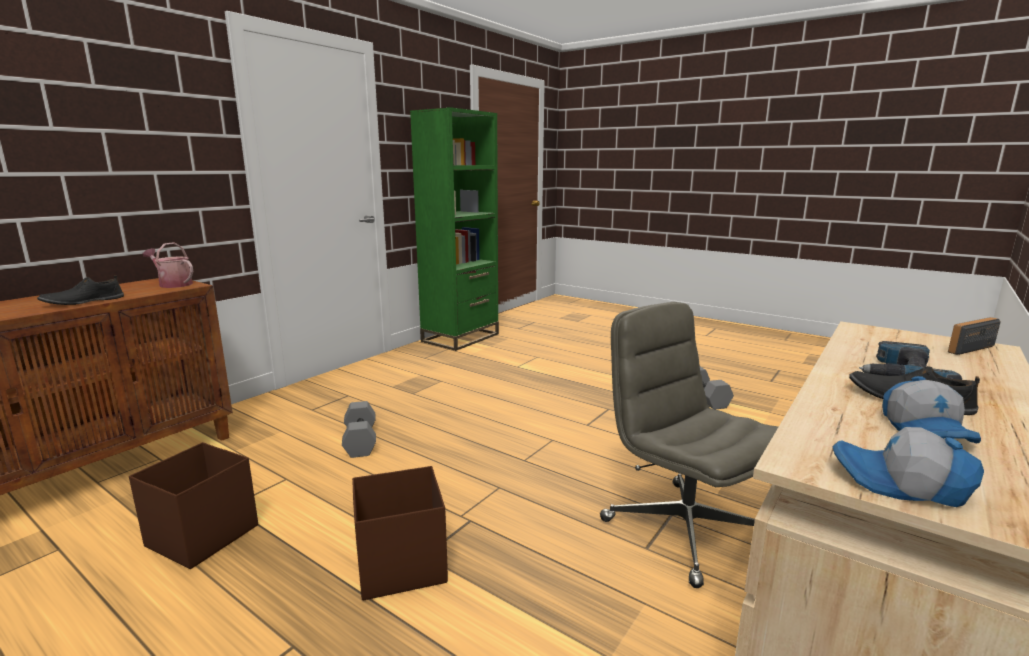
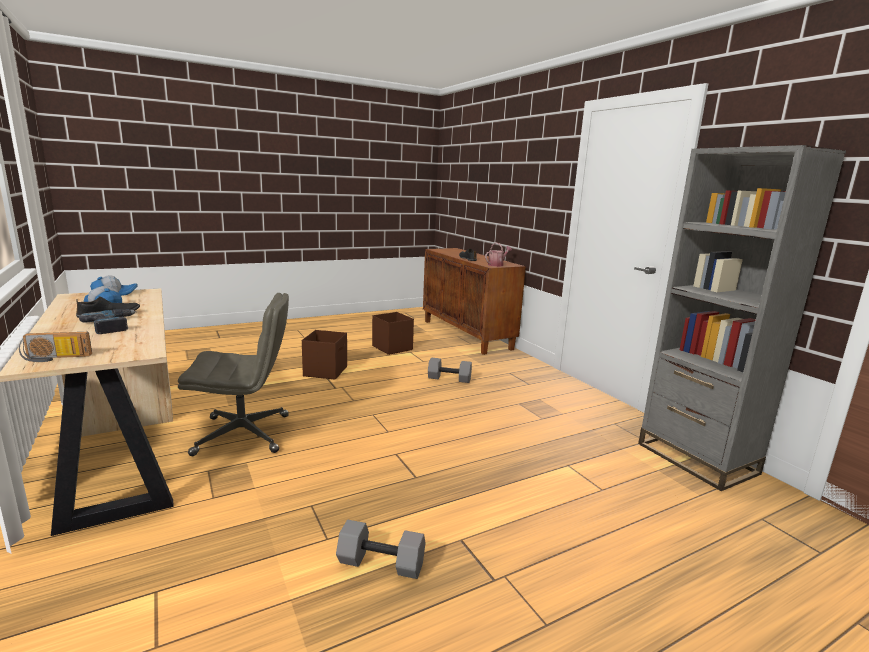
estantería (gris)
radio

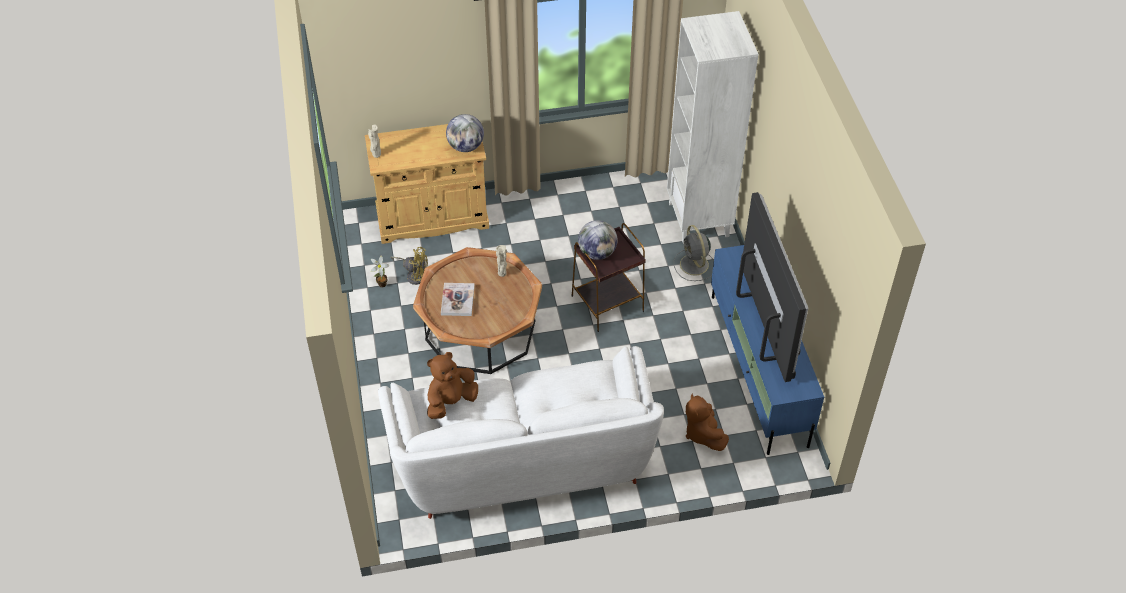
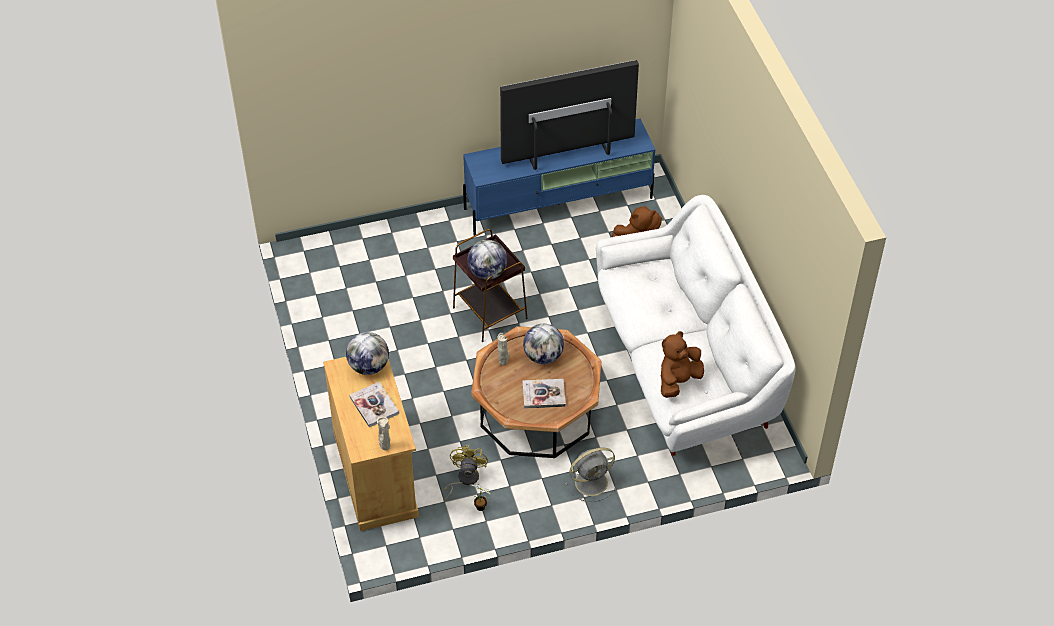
estantería (blanco)
libro (no. 1 from left)
globo terráqueo (no. 3 from left)
ventilador (gris)
peluche (marrón) (no. 2 from left)

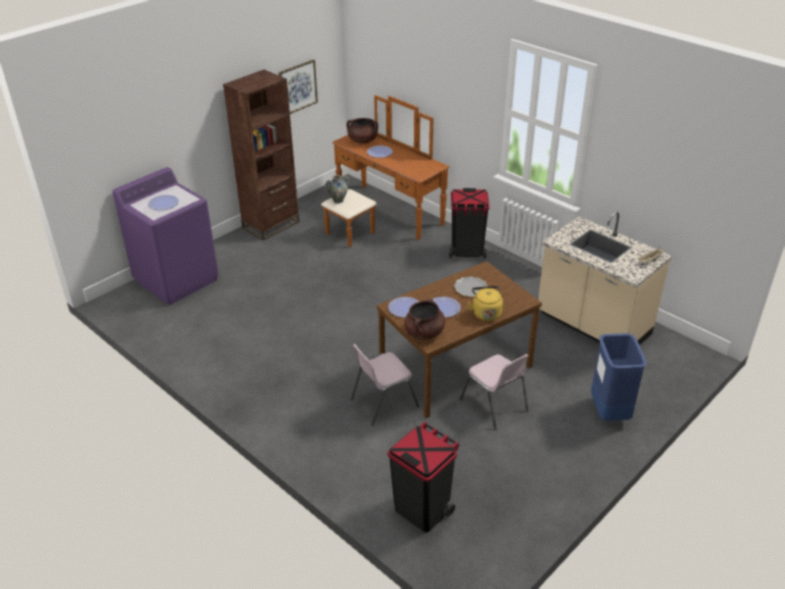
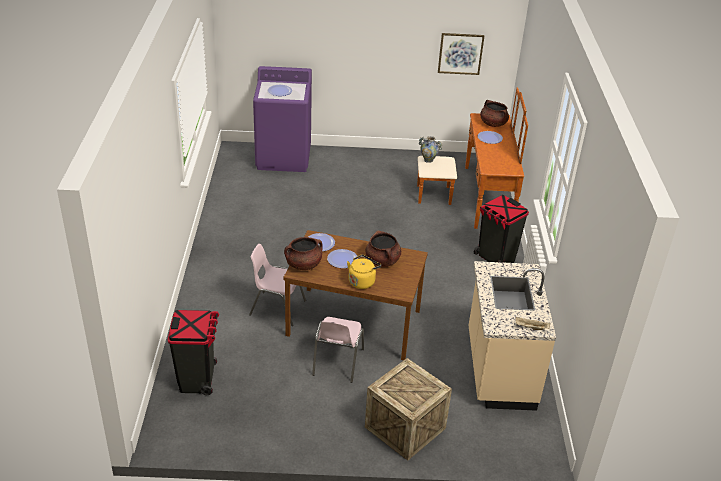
estantería (marrón)
olla (marrón) (no. 2 from left)
caja de embalaje

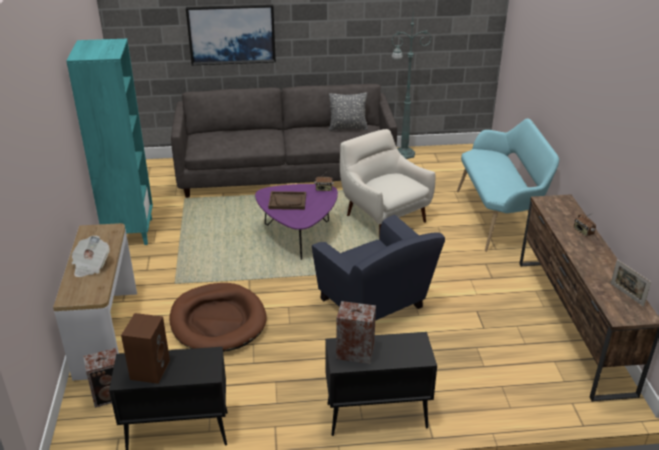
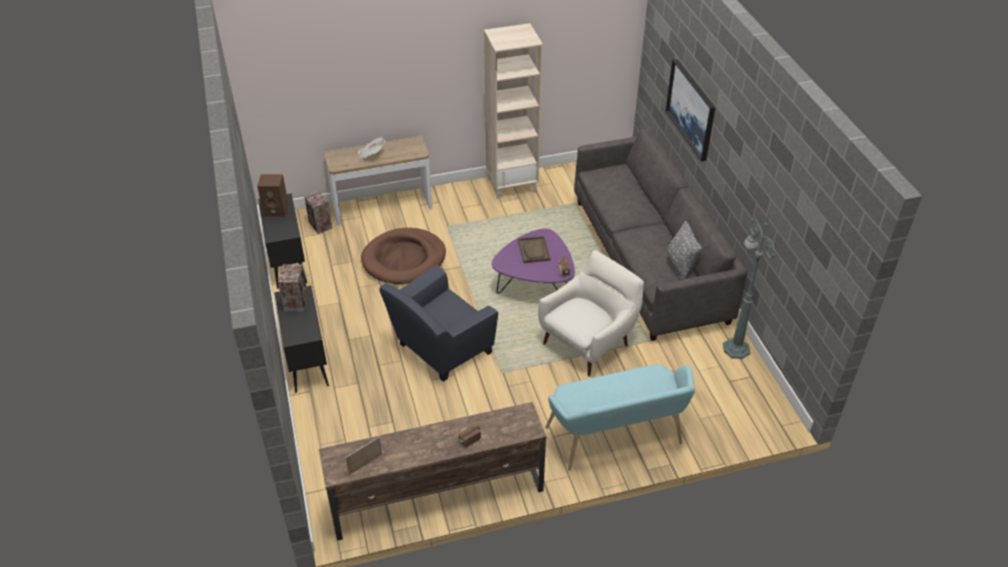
estantería (beis)

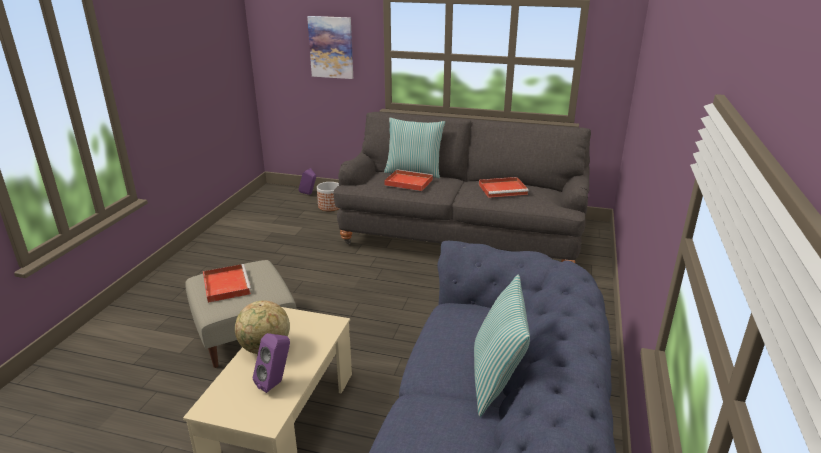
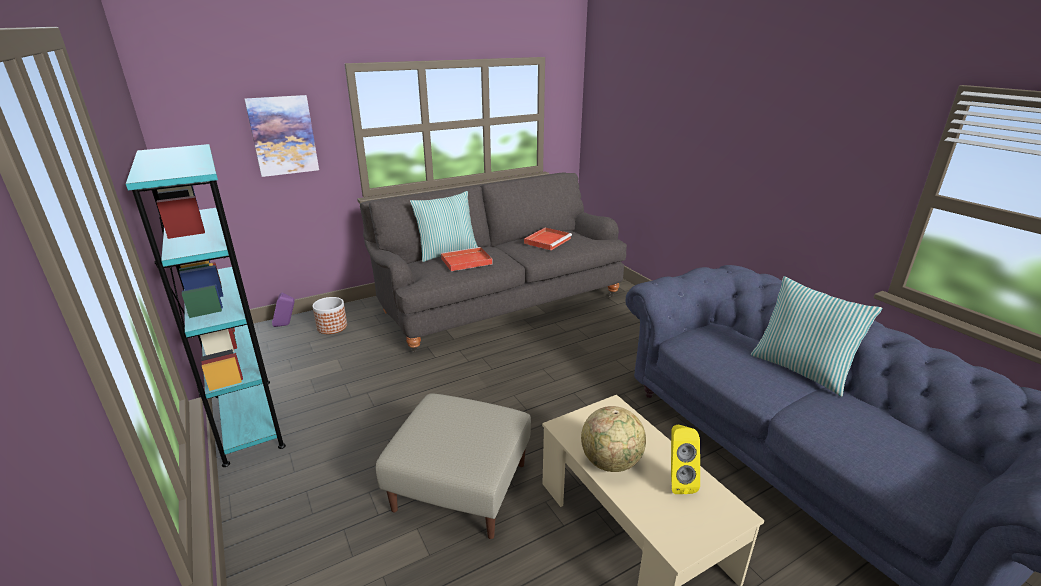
bandeja (rojo) (no. 1 from left in the first image)
estantería (turquesa)
altavoz (amarillo)

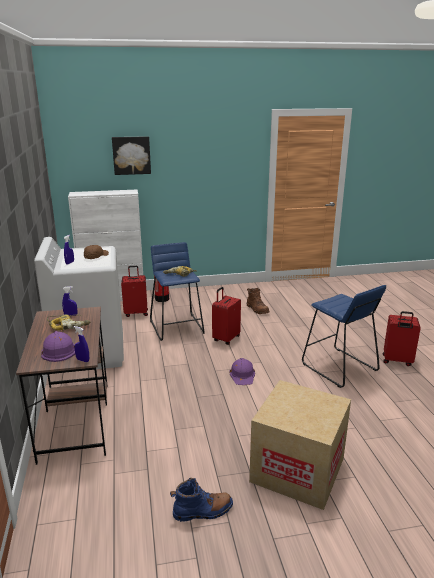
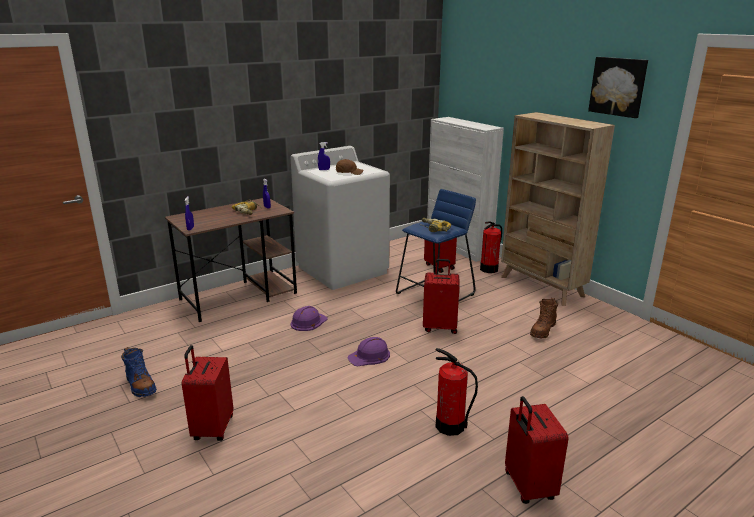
estantería (beis)
casco (morado) (no. 1 from left)
cuadro
maleta (rojo) (no. 1 from left)
extintor (no. 1 from left)

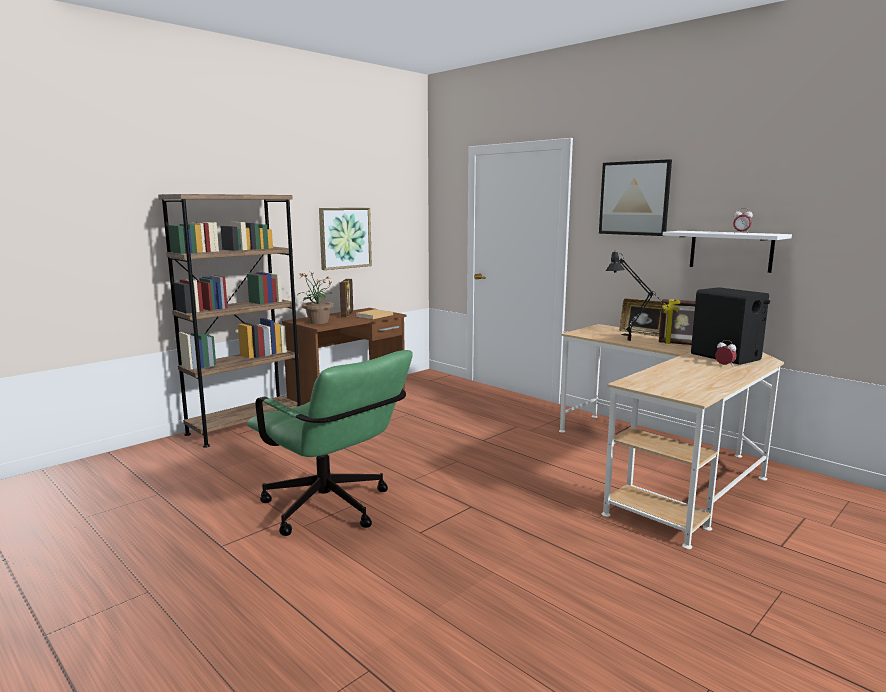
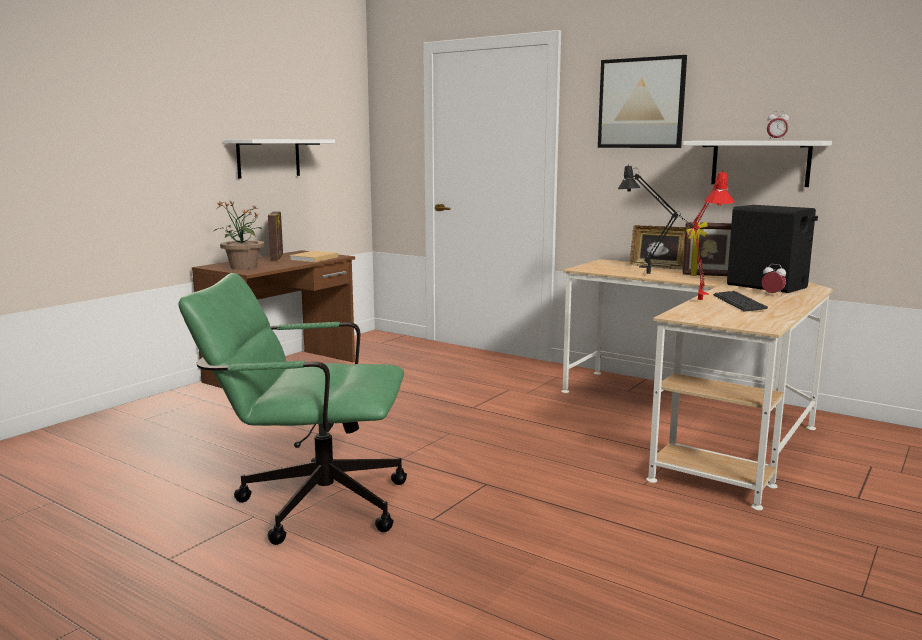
estantería (marrón)
lámpara de mesa (rojo)
teclado
estante (blanco) (no. 1 from left)
silla de oficina (verde)

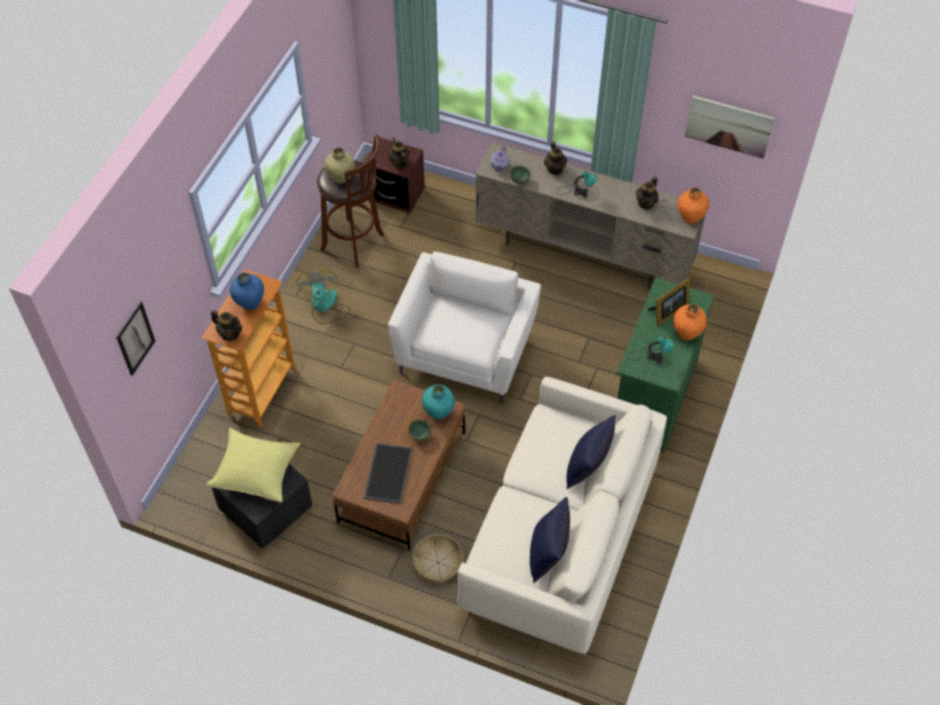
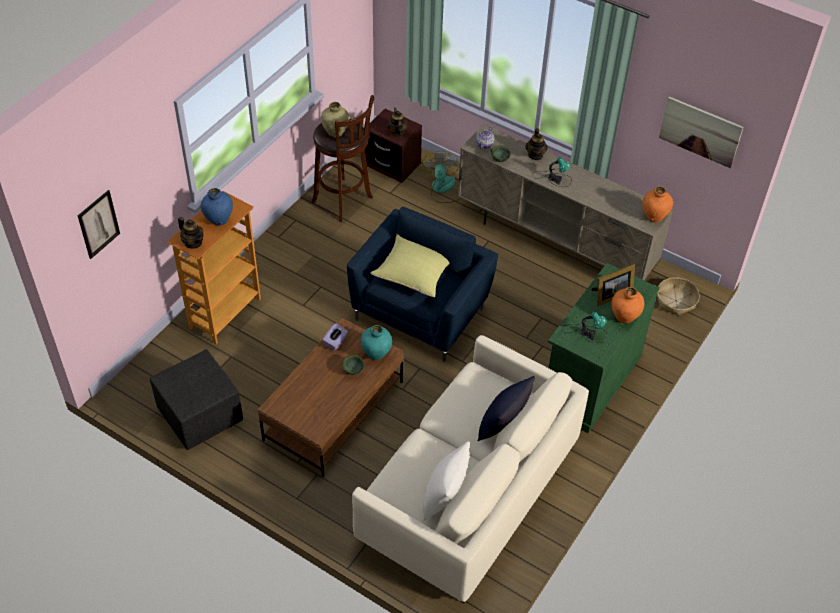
bandeja
tetera (no. 5 from left in the first image)
caja de pañuelos (morado)
cojín (amarillo)
ventilador
cesta
sillón (azul)
cojín (blanco)

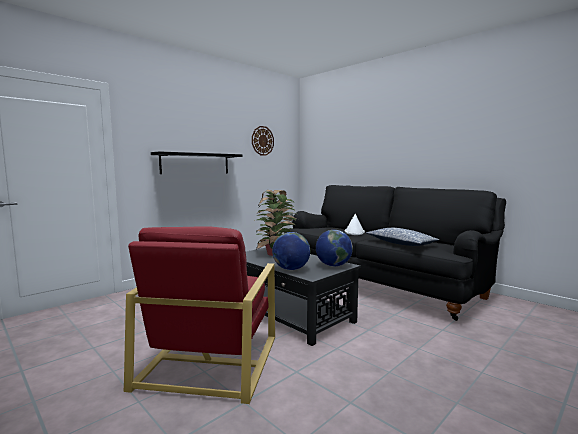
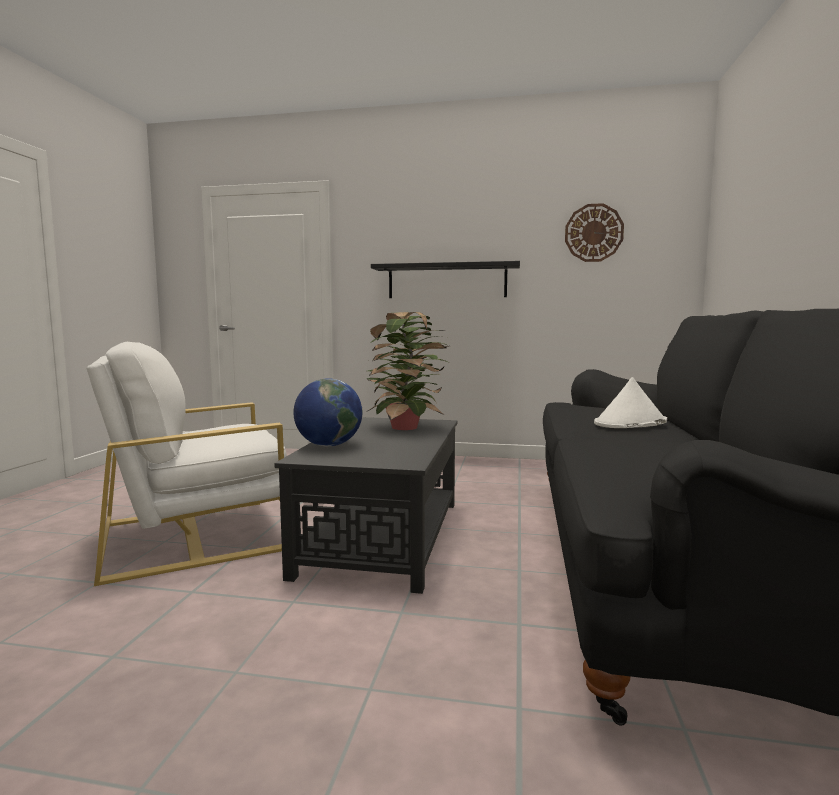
globo terráqueo (no. 2 from left in the first image)
cojín
sillón (blanco)

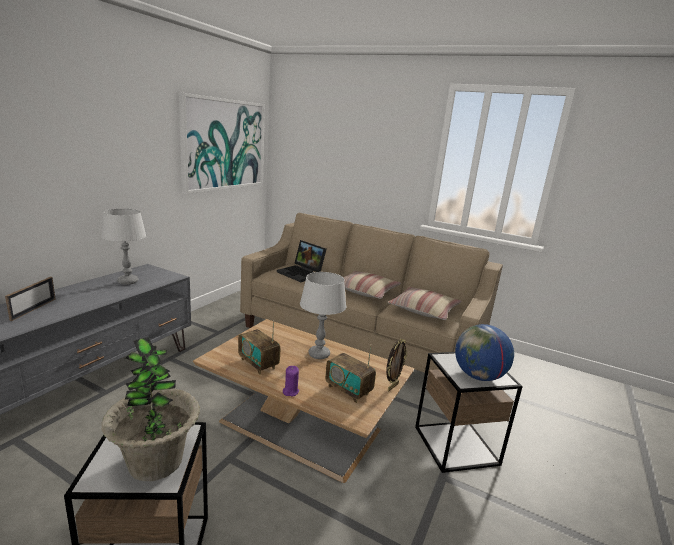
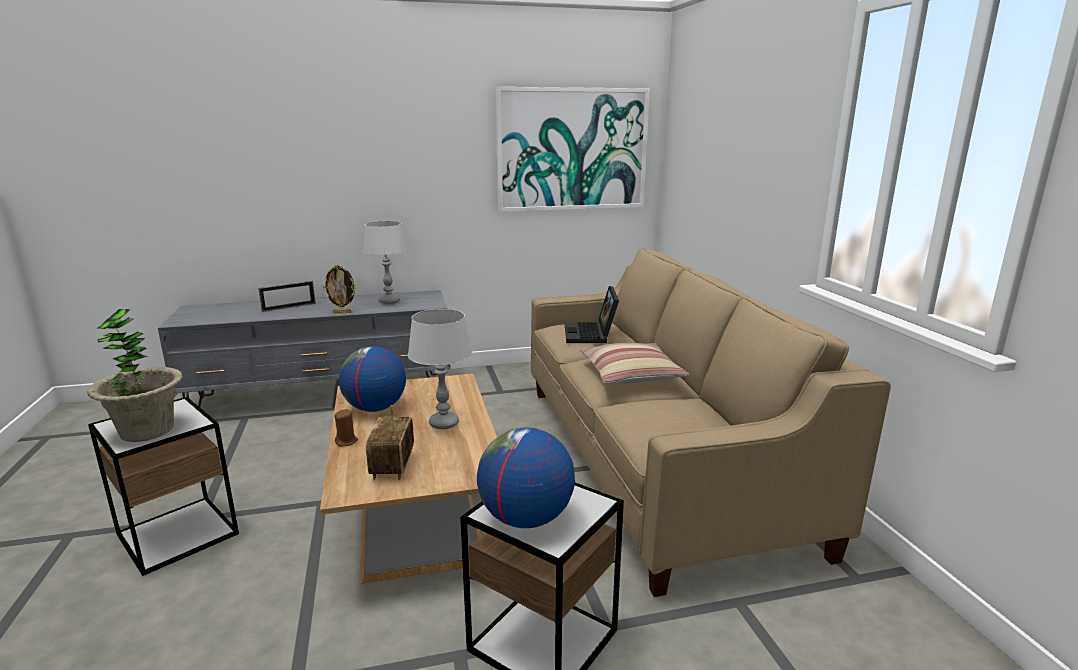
cojín (no. 2 from left in the first image)
portarretratos (no. 2 from left)
globo terráqueo (no. 1 from left)
vela (marrón)

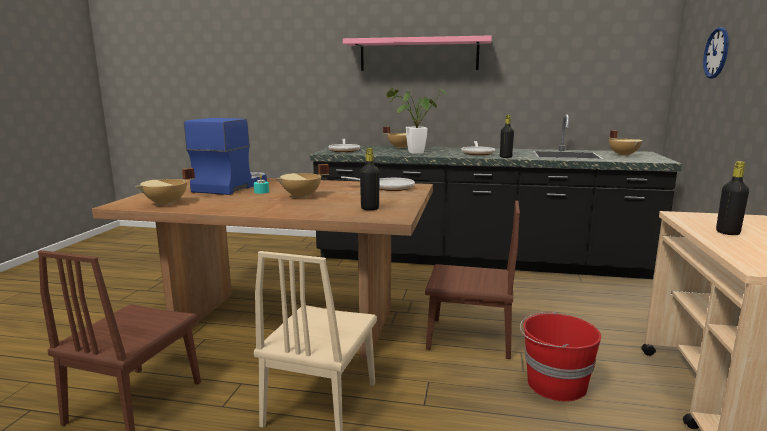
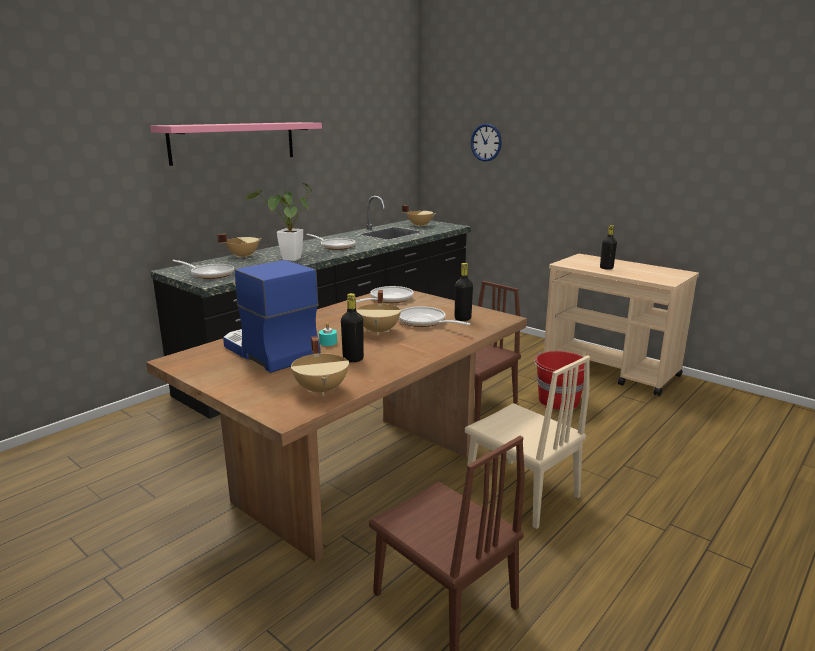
sartén (no. 4 from left)
botella (negro) (no. 1 from left)

